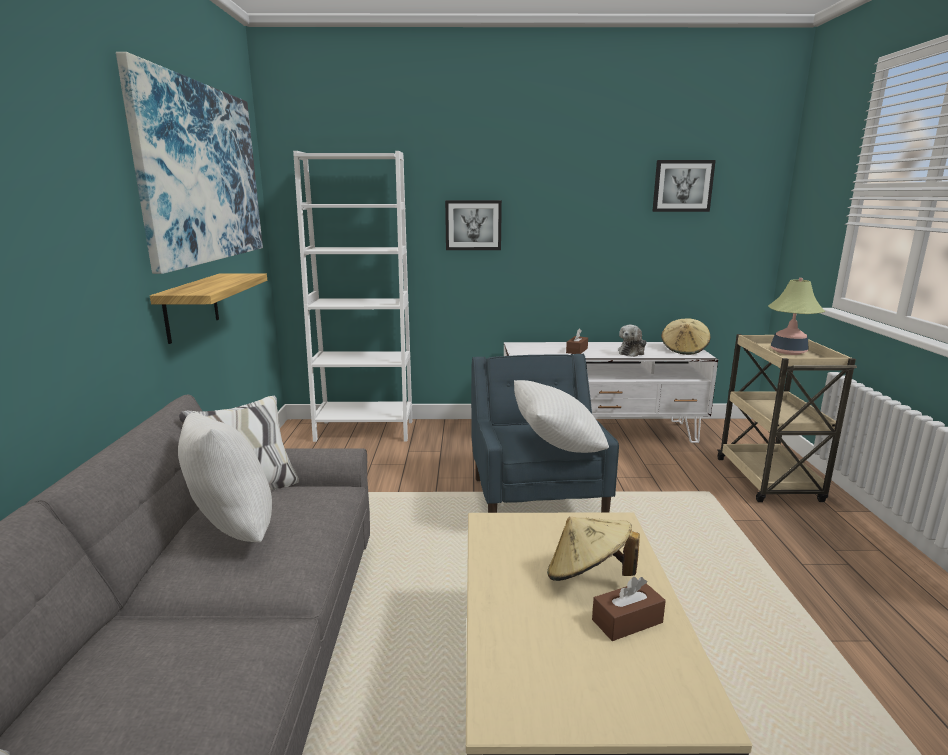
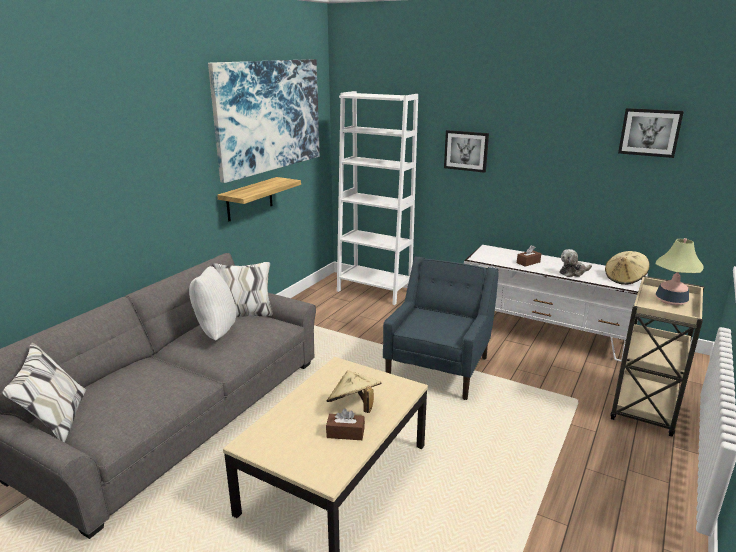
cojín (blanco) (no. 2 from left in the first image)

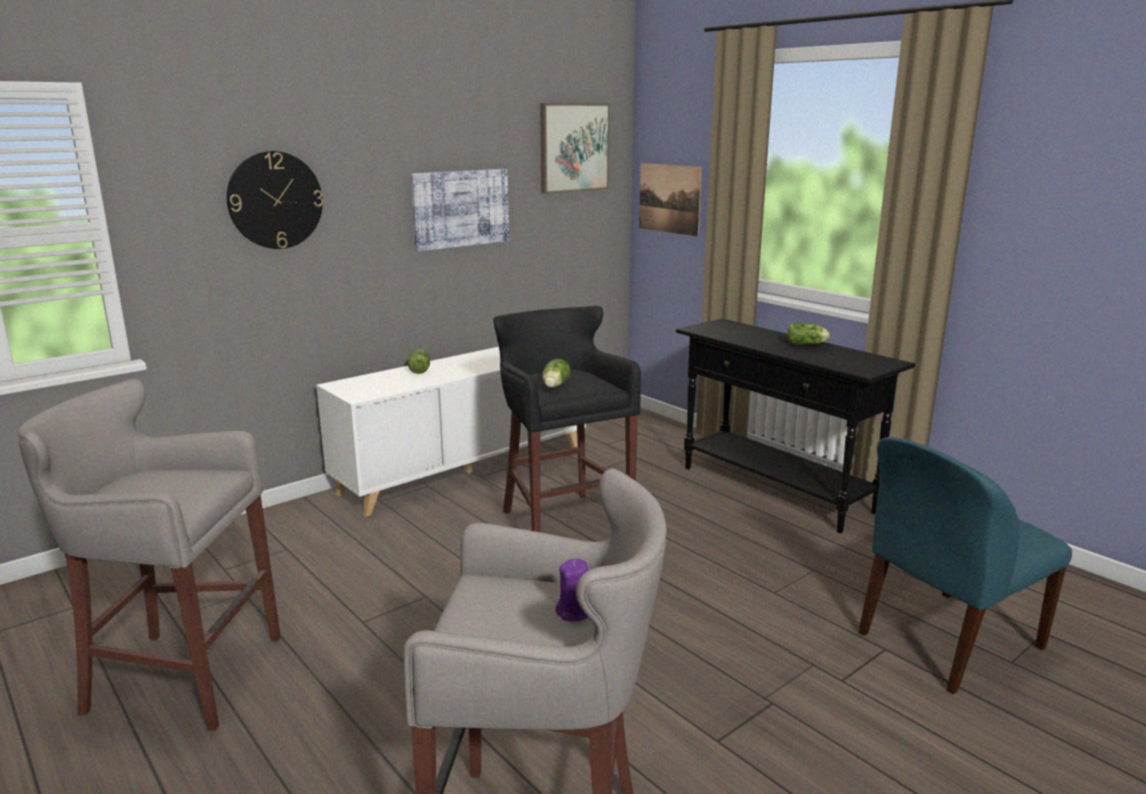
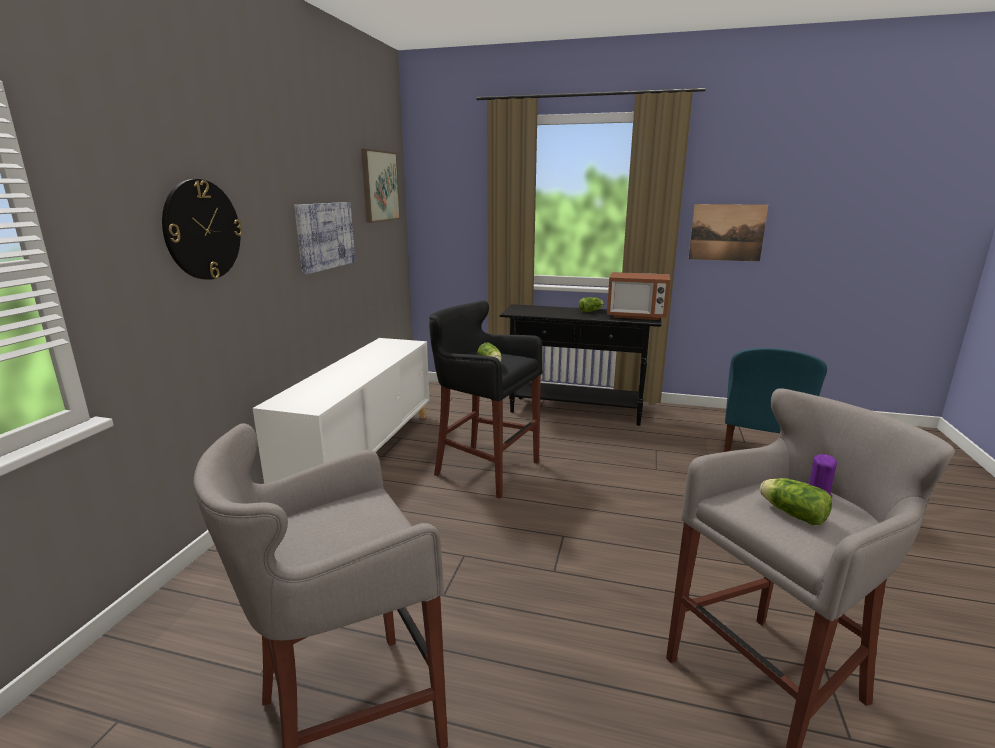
microondas
lechuga (no. 3 from left)
cuadro (no. 3 from left)

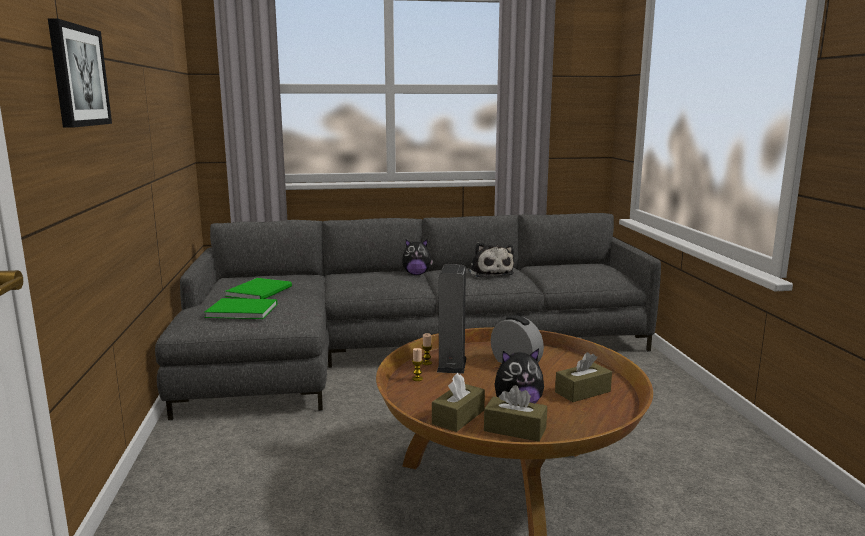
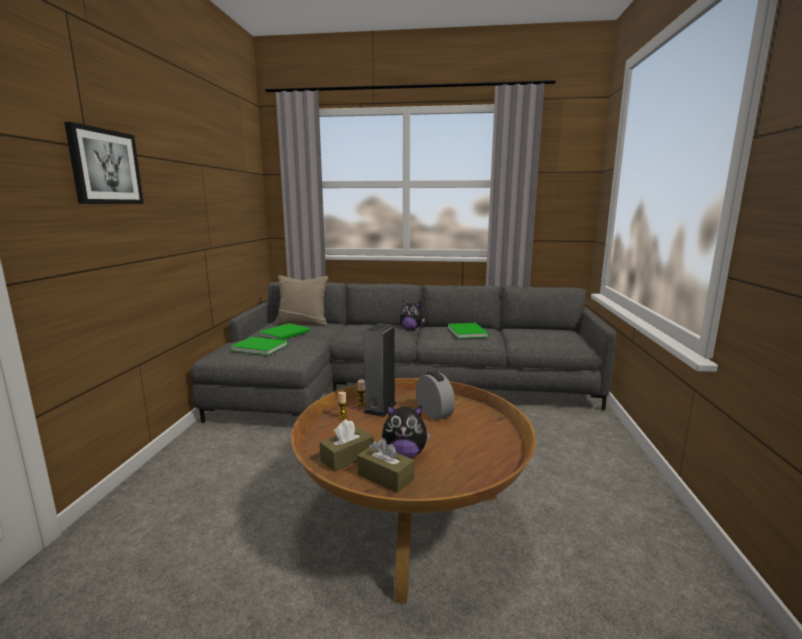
caja de pañuelos (marrón) (no. 3 from left in the first image)
cojín (beis)
libro (verde) (no. 3 from left)

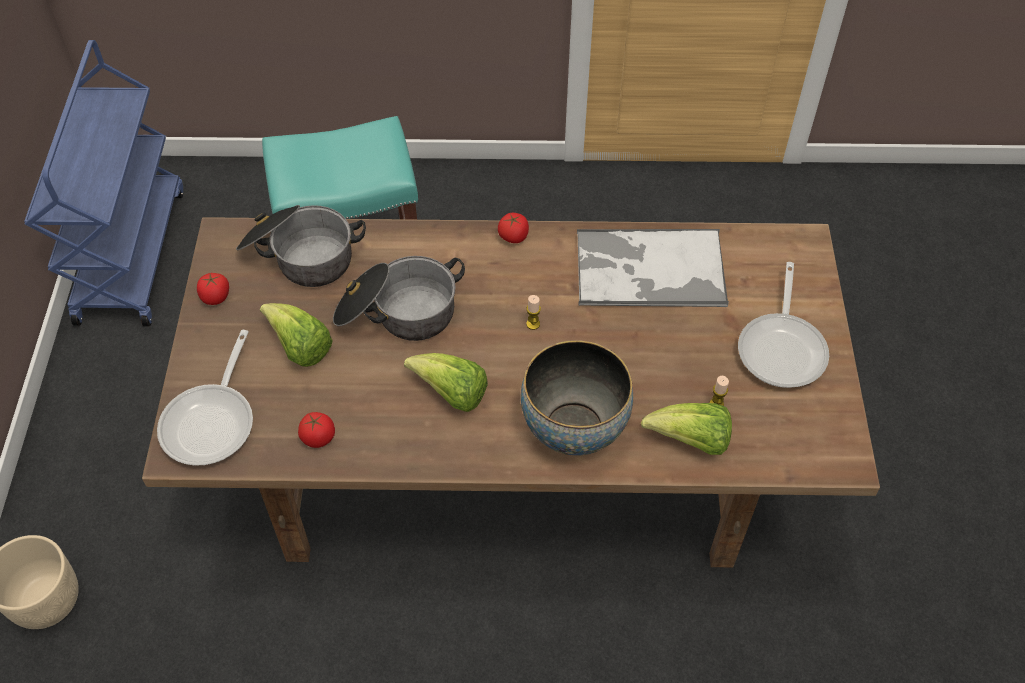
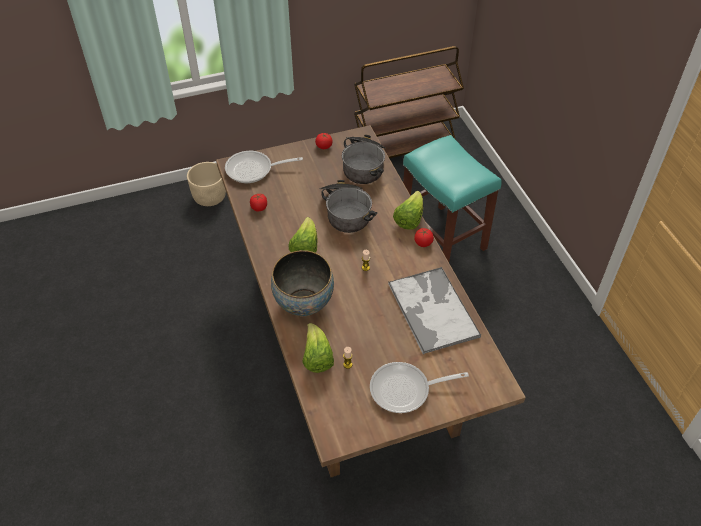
lechuga (no. 3 from left)
carrito (marrón)

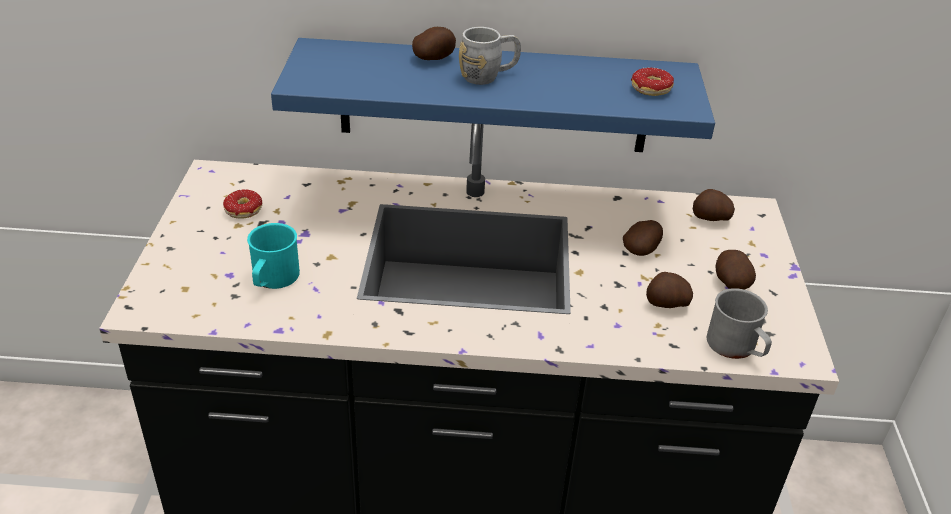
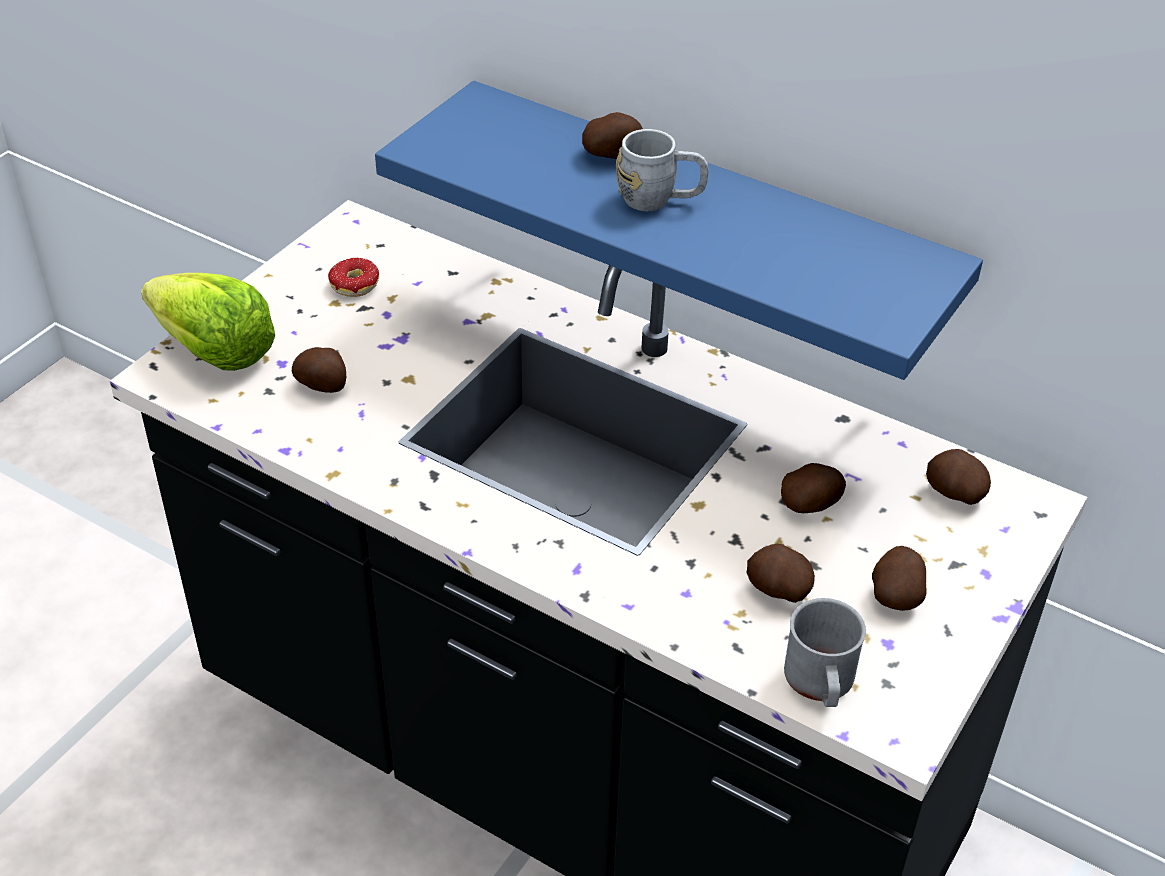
rosquilla (no. 2 from left in the first image)
lechuga
patata (no. 1 from left)

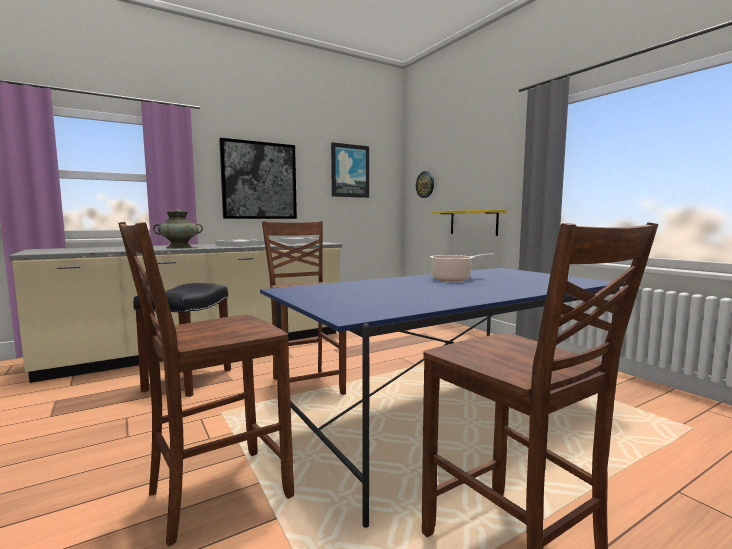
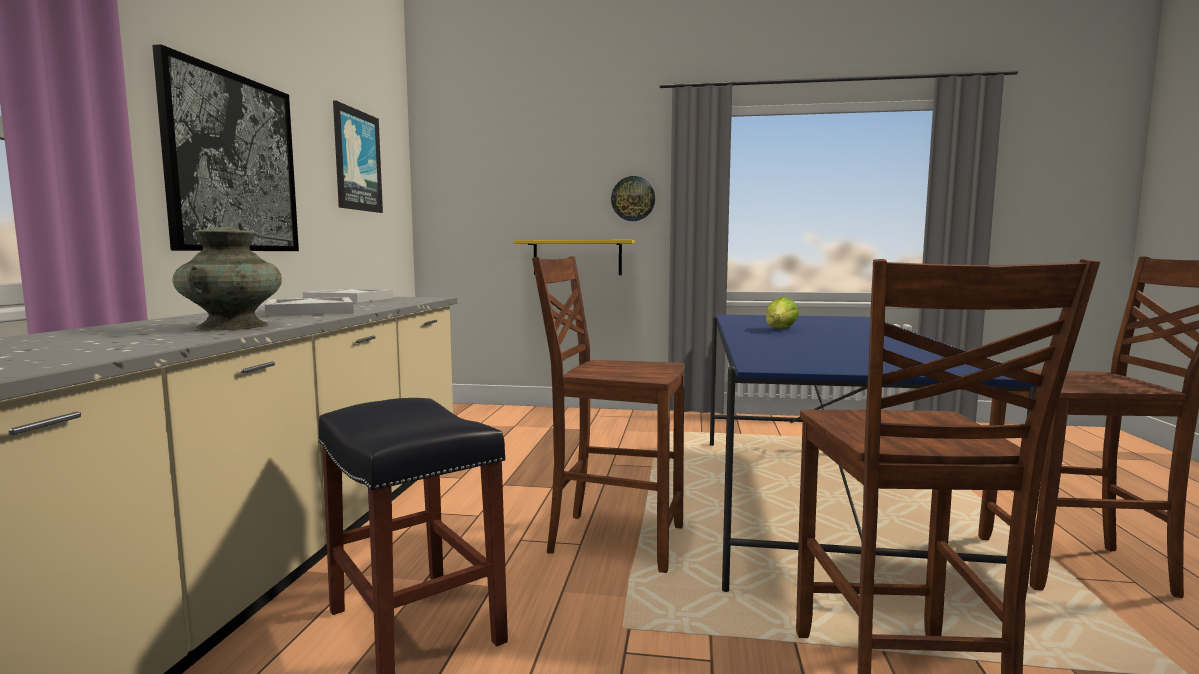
reloj de pared
lechuga

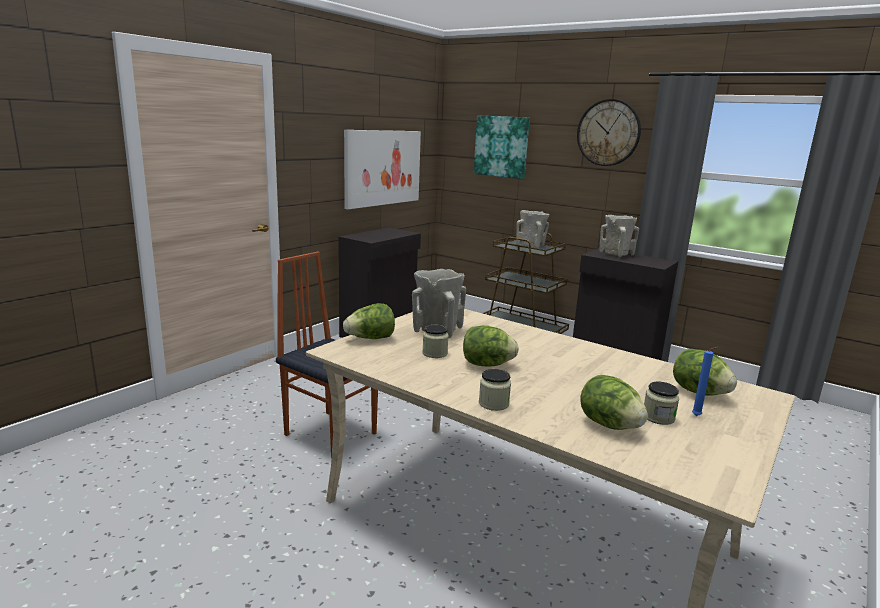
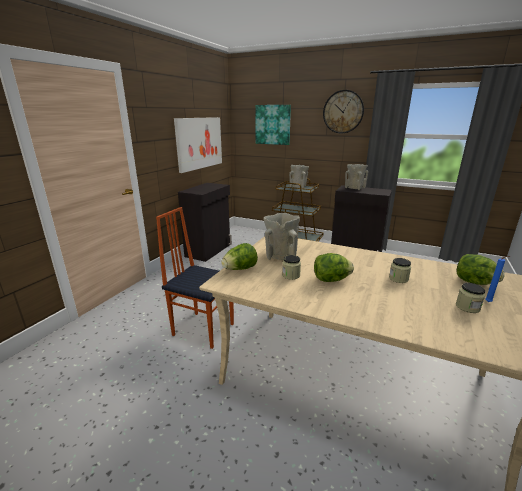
lechuga (no. 3 from left in the first image)
tarro (no. 2 from left)

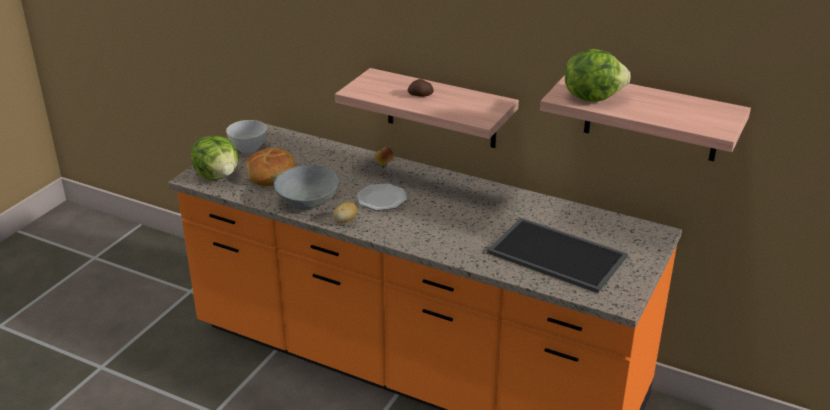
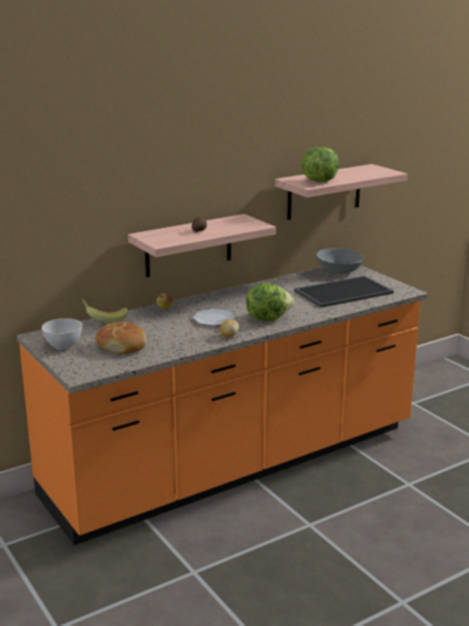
plátano
lechuga (no. 1 from left)
cuenco (gris) (no. 2 from left)

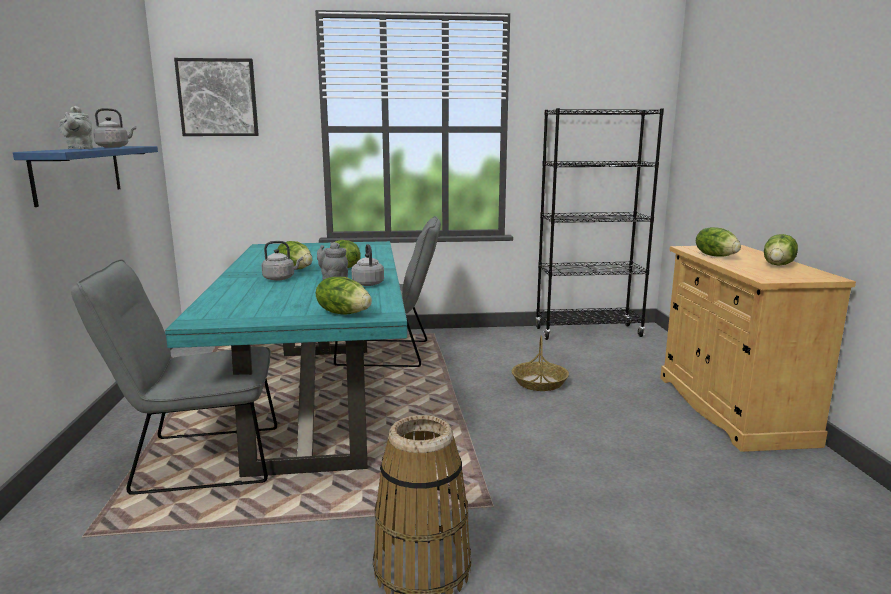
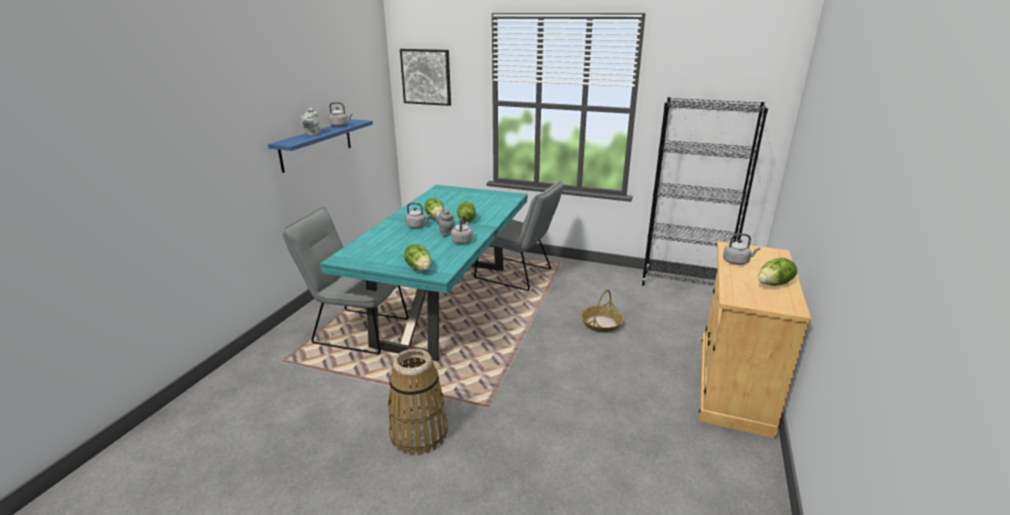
hervidor (gris) (no. 4 from left)

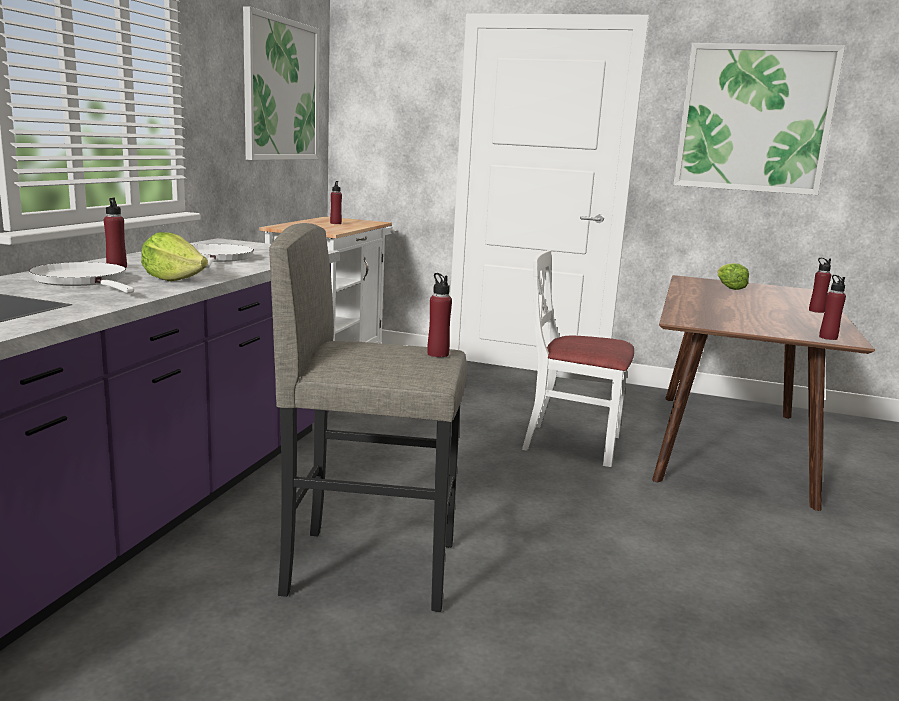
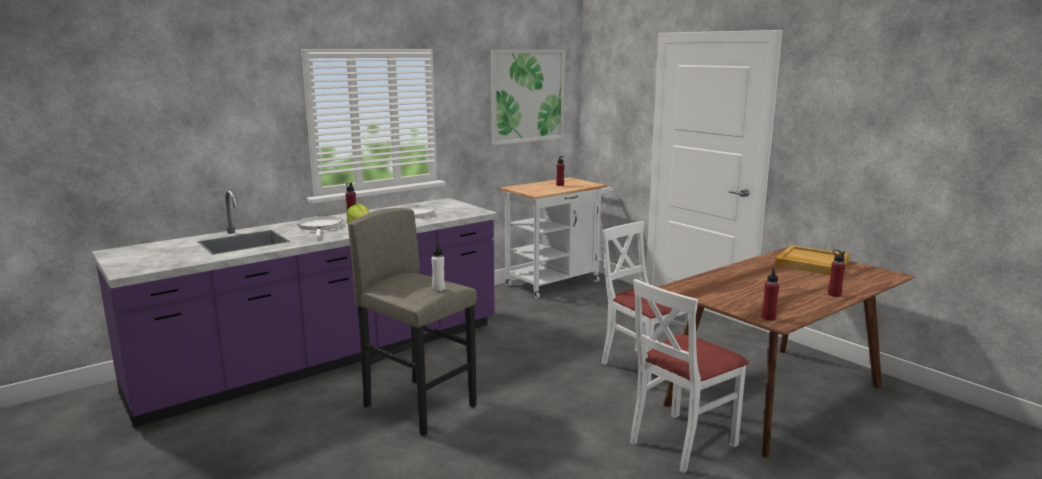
cuadro (no. 2 from left in the first image)
silla (blanco) (no. 2 from left)
bandeja (beis)
botella (blanco)

